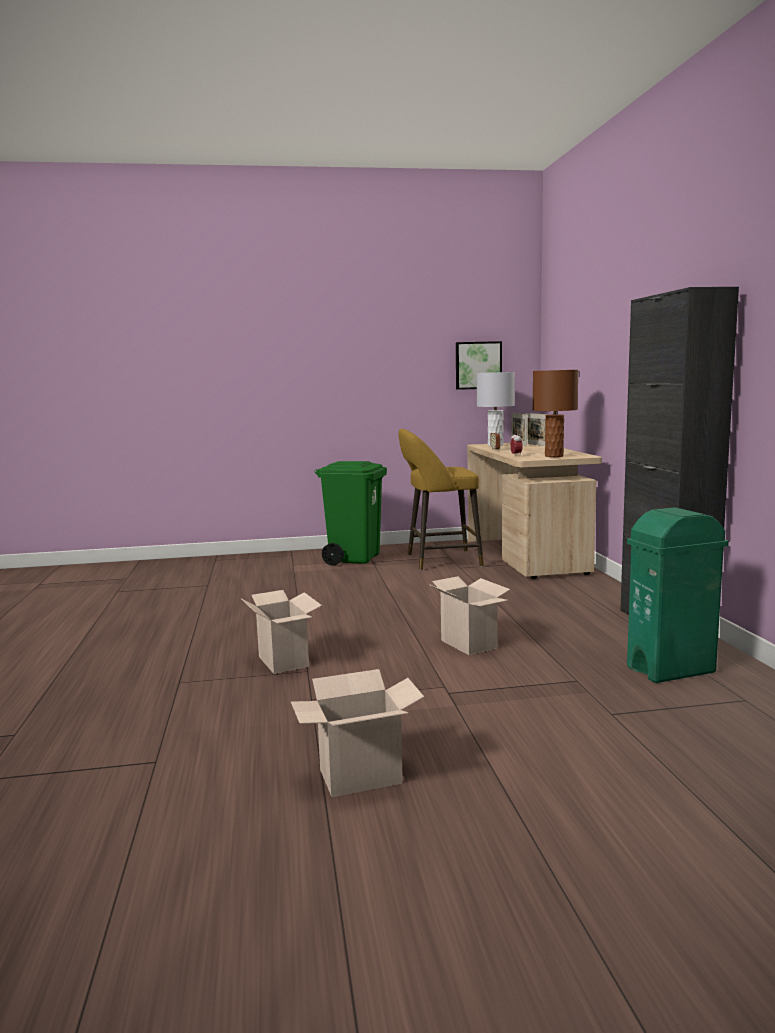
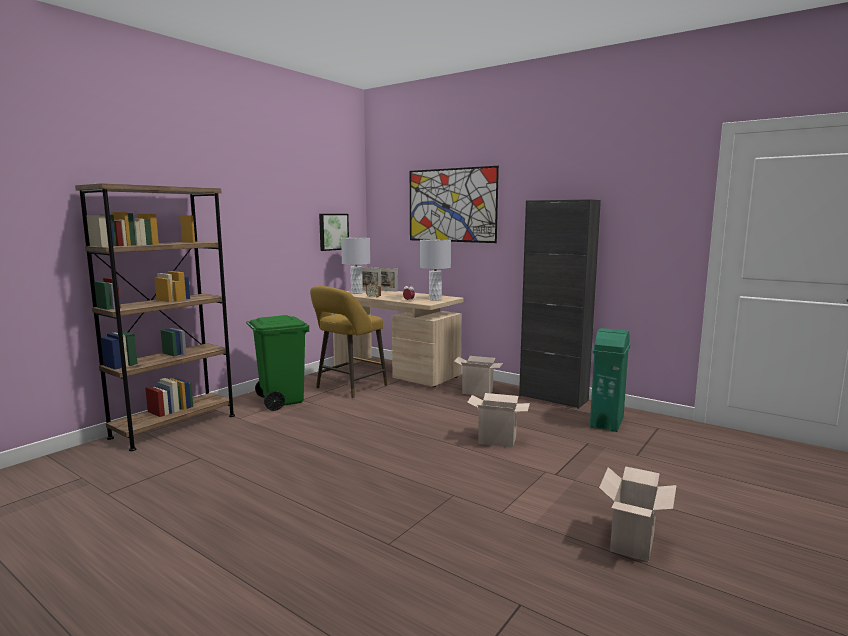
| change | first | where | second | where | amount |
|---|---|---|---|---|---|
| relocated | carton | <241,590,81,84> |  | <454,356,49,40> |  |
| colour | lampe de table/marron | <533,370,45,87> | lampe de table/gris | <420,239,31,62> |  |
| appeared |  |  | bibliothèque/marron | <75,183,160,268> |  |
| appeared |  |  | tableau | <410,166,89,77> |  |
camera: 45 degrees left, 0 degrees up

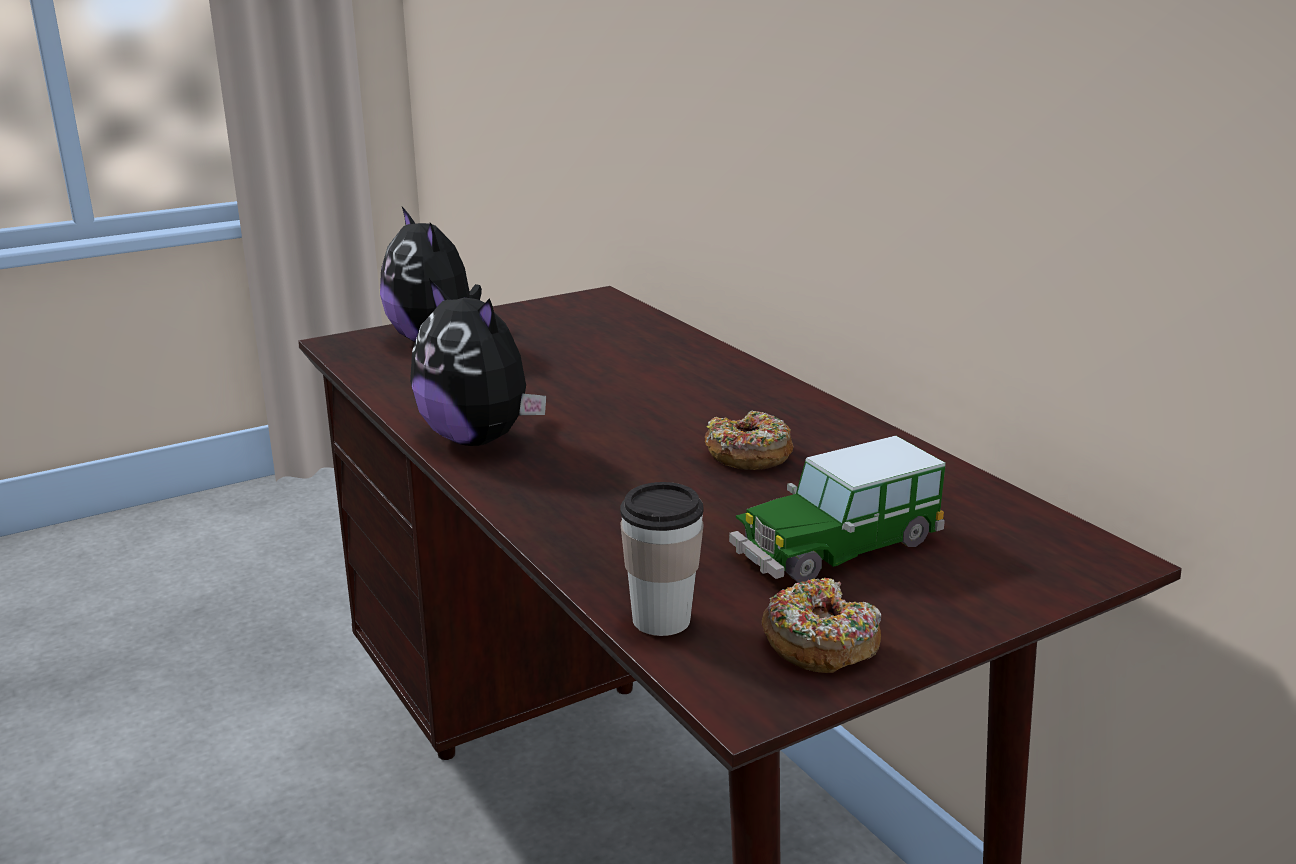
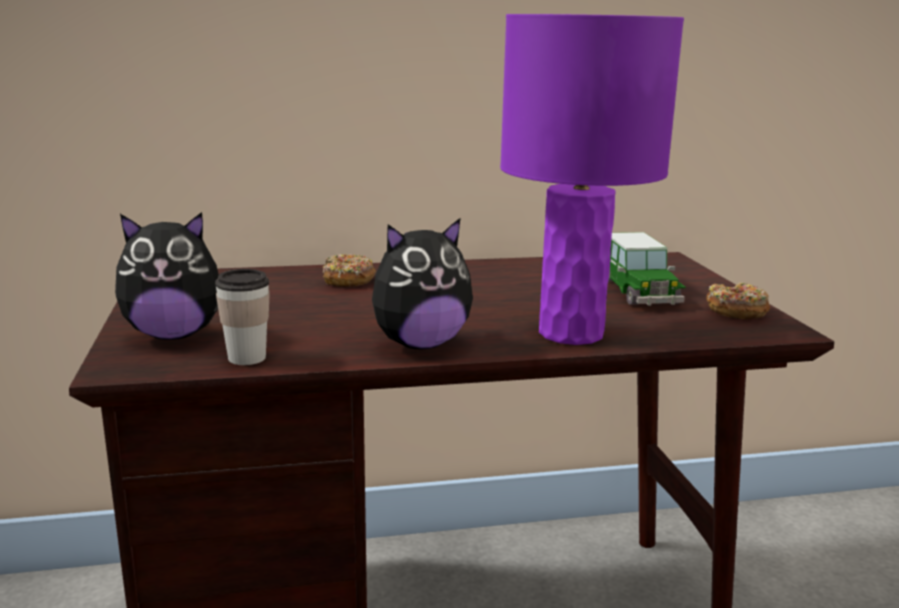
| change | first | where | second | where | amount |
|---|---|---|---|---|---|
| relocated | tasse | <620,482,84,154> |  | <215,269,55,96> |  |
| relocated | beignet | <705,411,89,59> |  | <323,254,53,33> |  |
| appeared |  |  | lampe de table/violet | <500,14,184,331> |  |
camera: 70 degrees left, 5 degrees down

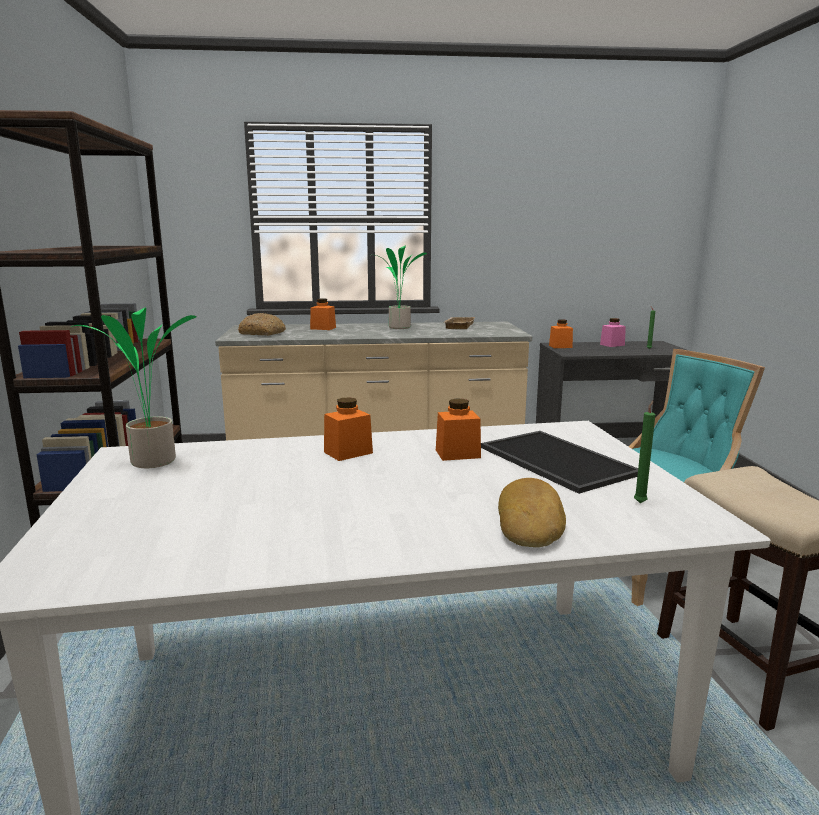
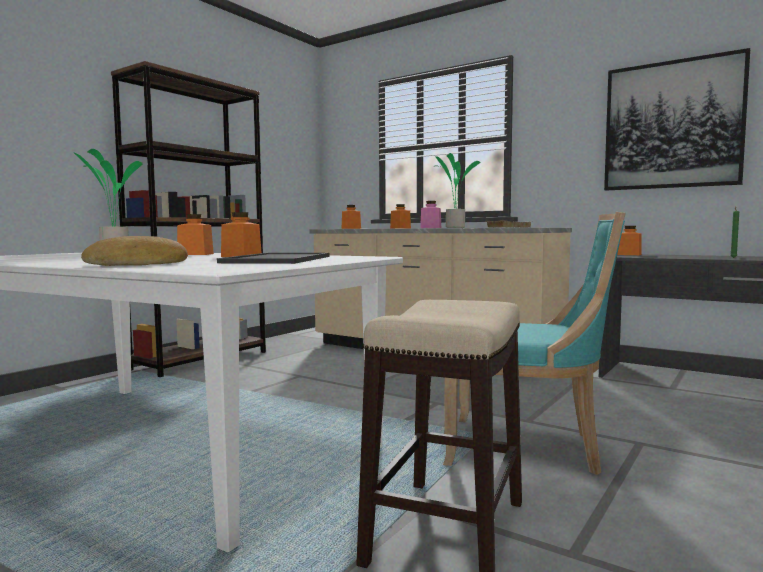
| change | first | where | second | where | amount |
|---|---|---|---|---|---|
| exchanged | pain | <238,313,48,23> | bocal/orange | <342,205,19,24> |  |
| relocated | bocal/rose | <600,318,26,29> |  | <420,201,21,27> |  |
| missing | bougie/vert | <634,401,21,102> |  |  |  |
| appeared |  |  | tableau | <604,48,146,143> |  |
camera: 40 degrees right, 10 degrees down

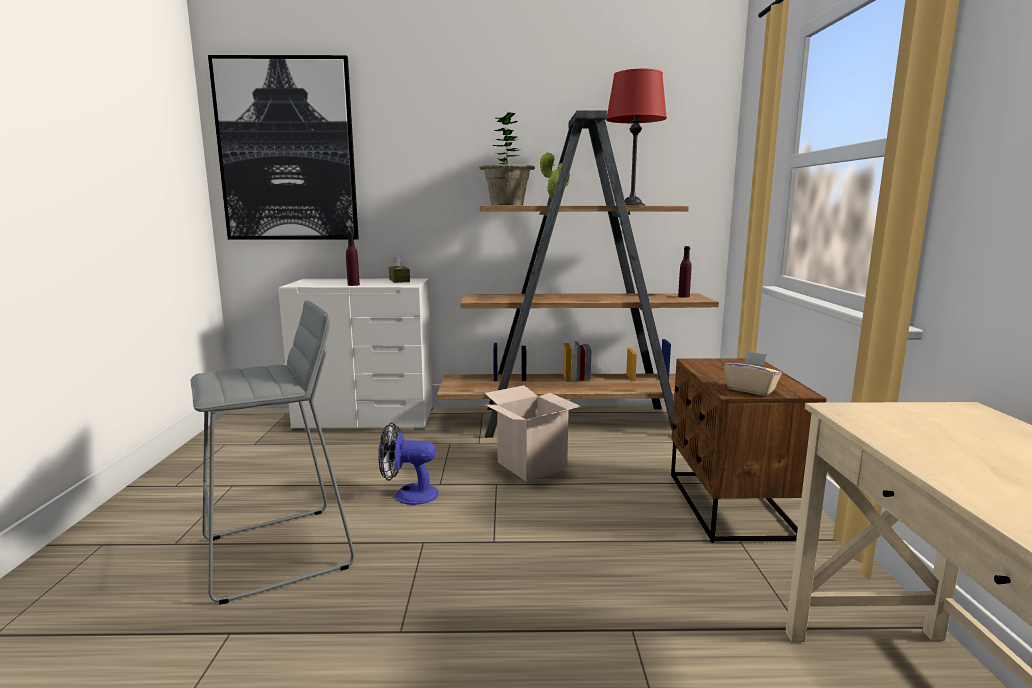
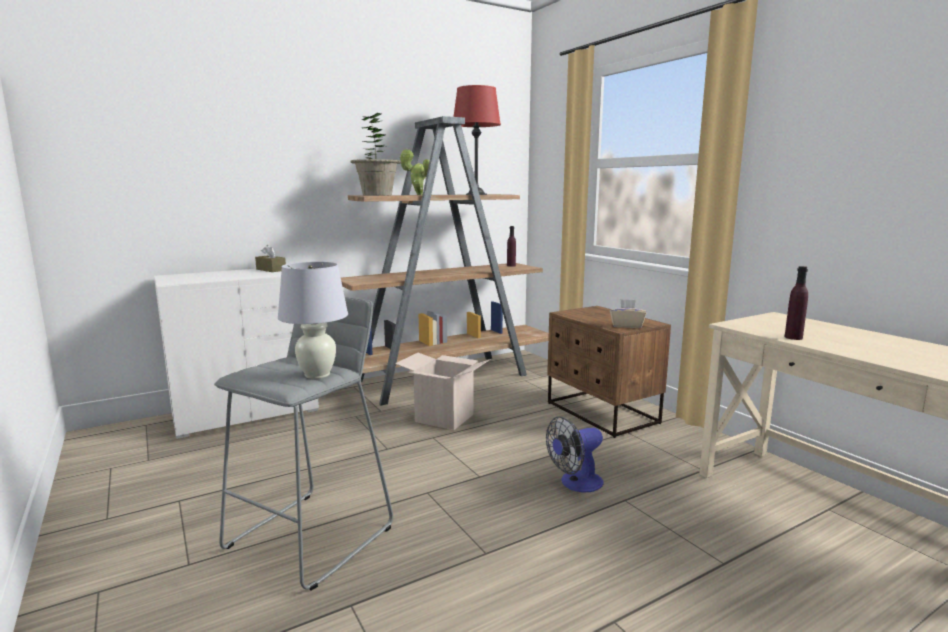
| change | first | where | second | where | amount |
|---|---|---|---|---|---|
| missing | tableau | <208,55,151,185> |  |  |  |
| relocated | bouteille/violet | <346,233,14,53> |  | <785,266,23,74> |  |
| relocated | ventilateur | <378,422,61,83> |  | <546,416,58,76> |  |
| appeared |  |  | lampe de table/blanc | <278,262,70,117> |  |
camera: 30 degrees left, 0 degrees up

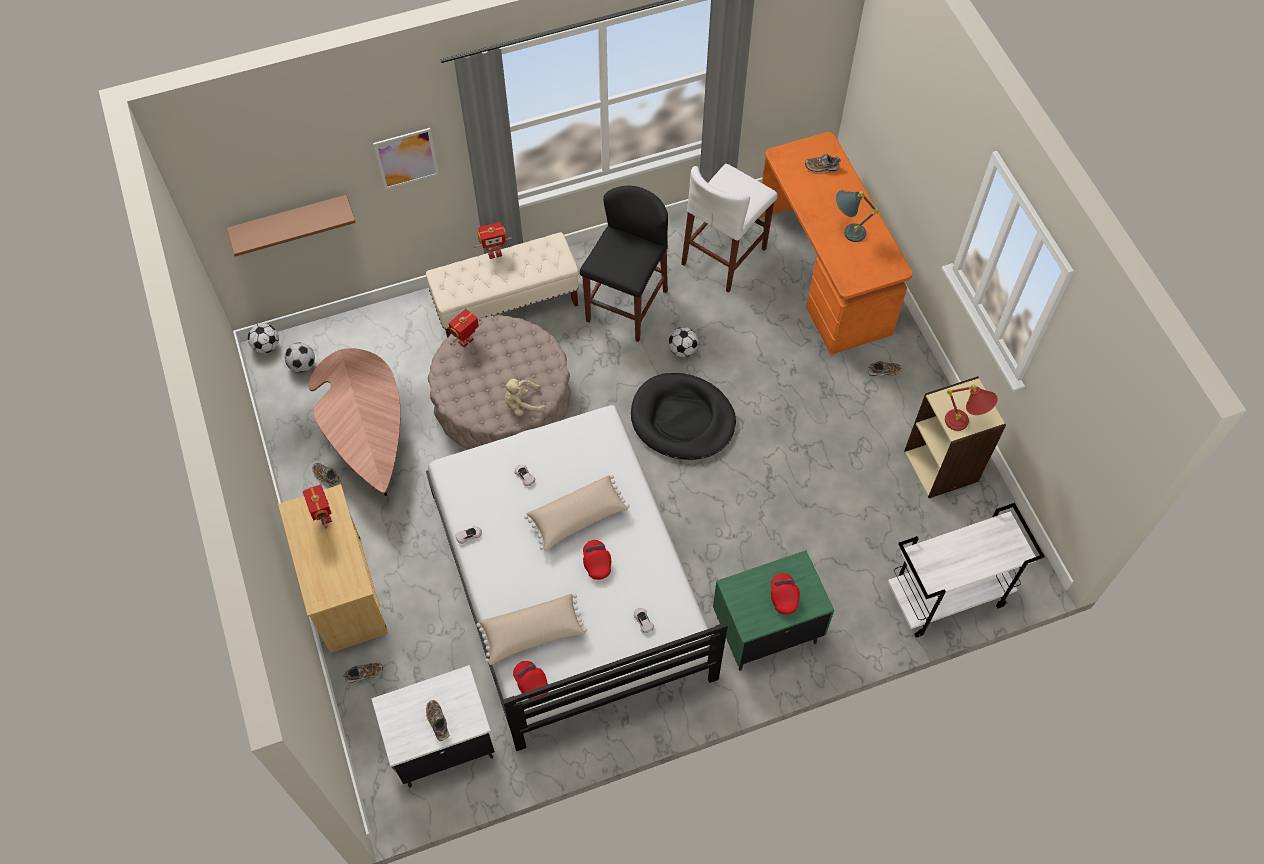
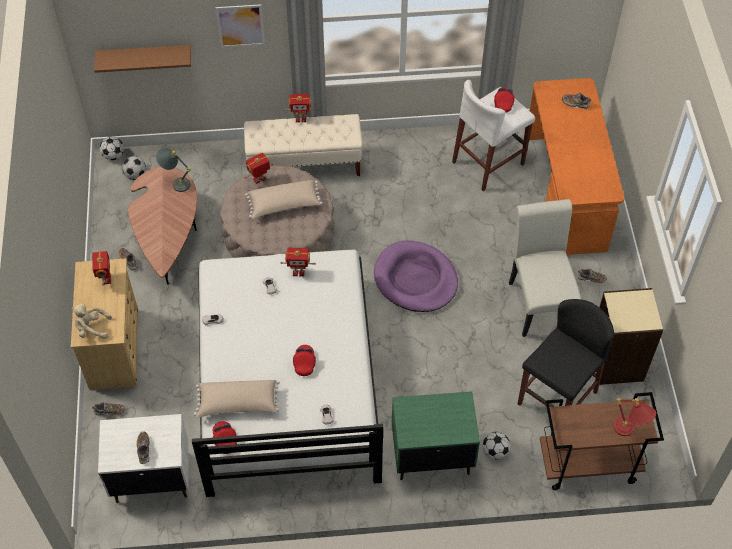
| change | first | where | second | where | amount |
|---|---|---|---|---|---|
| relocated | peluche/beige | <503,379,42,38> |  | <71,304,41,35> |  |
| relocated | coussin/beige | <524,475,106,76> |  | <245,180,78,39> |  |
| relocated | tabouret/noir | <580,186,88,156> |  | <518,299,96,108> |  |
| colour | panier pour chien/noir | <631,373,105,87> | panier pour chien/violet | <374,240,84,72> |  |
| relocated | ballon de foot | <668,327,30,30> |  | <482,432,28,28> |  |
| relocated | casquette/rouge | <771,573,29,42> |  | <494,87,21,26> |  |
| relocated | lampe de table/gris | <836,190,43,52> |  | <156,148,35,44> |  |
| colour | chariot/blanc | <888,503,157,135> | chariot/marron | <540,392,124,98> |  |
| relocated | lampe de table/rouge | <945,384,53,47> |  | <613,398,43,38> |  |
| appeared |  |  | robot jouet | <281,248,35,29> |  |
| appeared |  |  | chaise/blanc | <509,199,72,138> |  |
camera: 15 degrees right, 5 degrees down

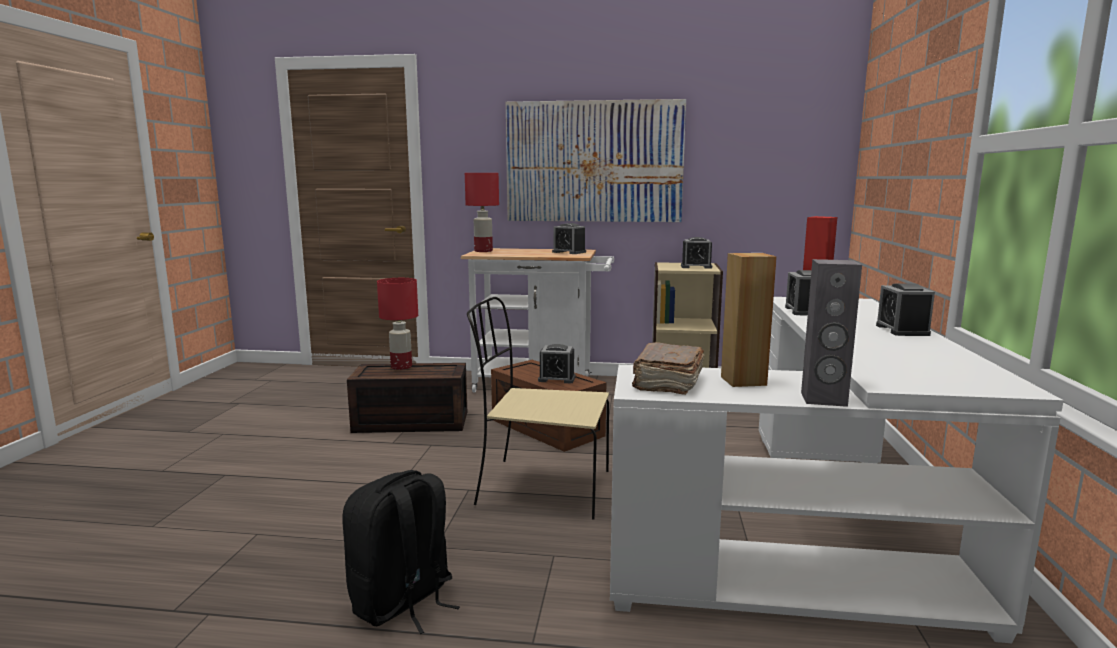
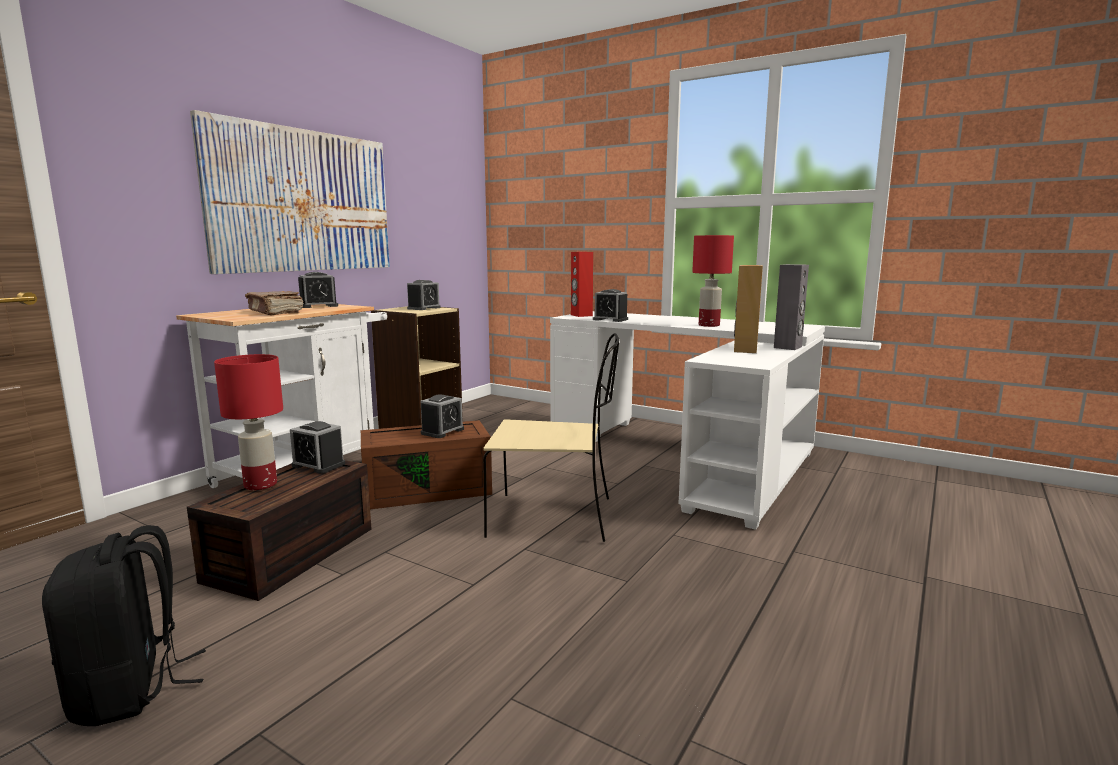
| change | first | where | second | where | amount |
|---|---|---|---|---|---|
| relocated | sac à dos/noir | <343,470,117,164> |  | <42,525,164,201> |  |
| relocated | lampe de table/rouge | <465,173,34,79> |  | <692,235,42,92> |  |
| spun | chaise/beige | <467,297,142,223> |  | <483,333,136,209> | 120 degrees counterclockwise |
| relocated | livre/marron | <632,342,72,53> |  | <245,291,59,24> |  |
| relocated | réveil | <876,283,59,53> |  | <290,421,55,53> |  |
camera: 65 degrees left, 0 degrees up

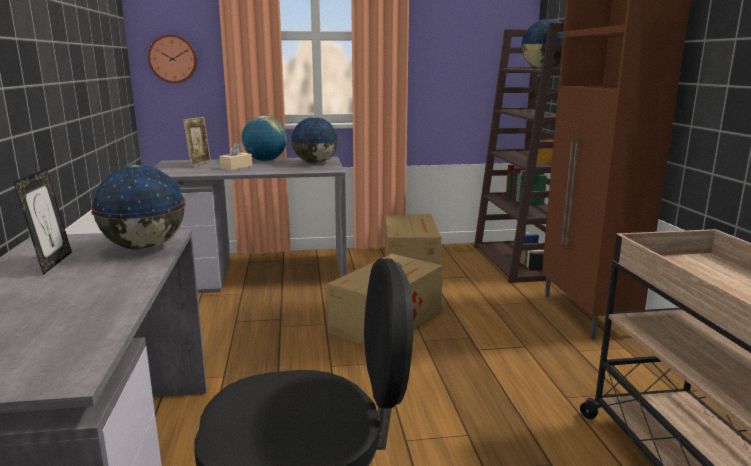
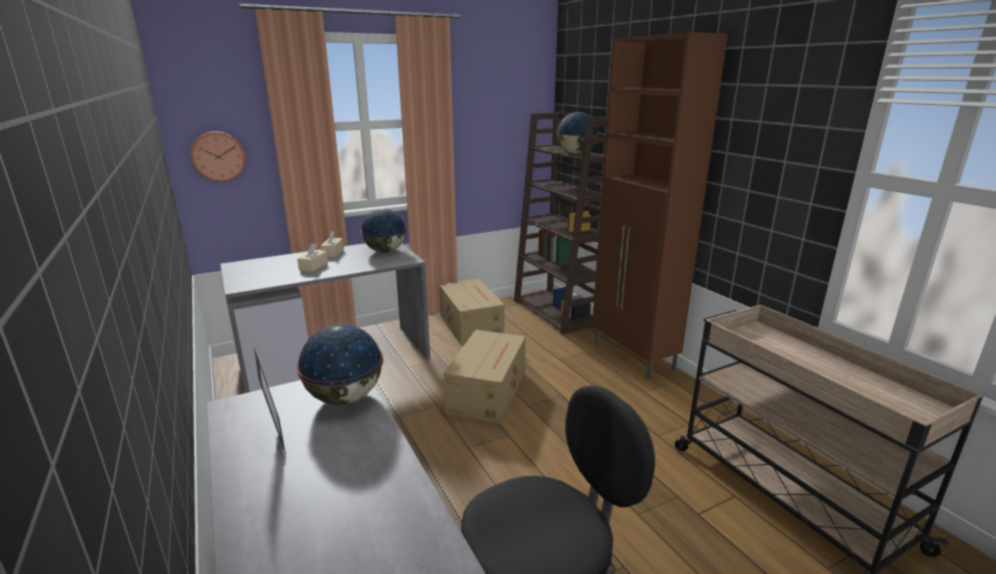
| change | first | where | second | where | amount |
|---|---|---|---|---|---|
| missing | cadre photo | <183,117,28,50> |  |  |  |
| exchanged | globe | <241,116,46,45> | boîte à mouchoirs/beige | <320,231,24,26> |  |
camera: 20 degrees left, 5 degrees up

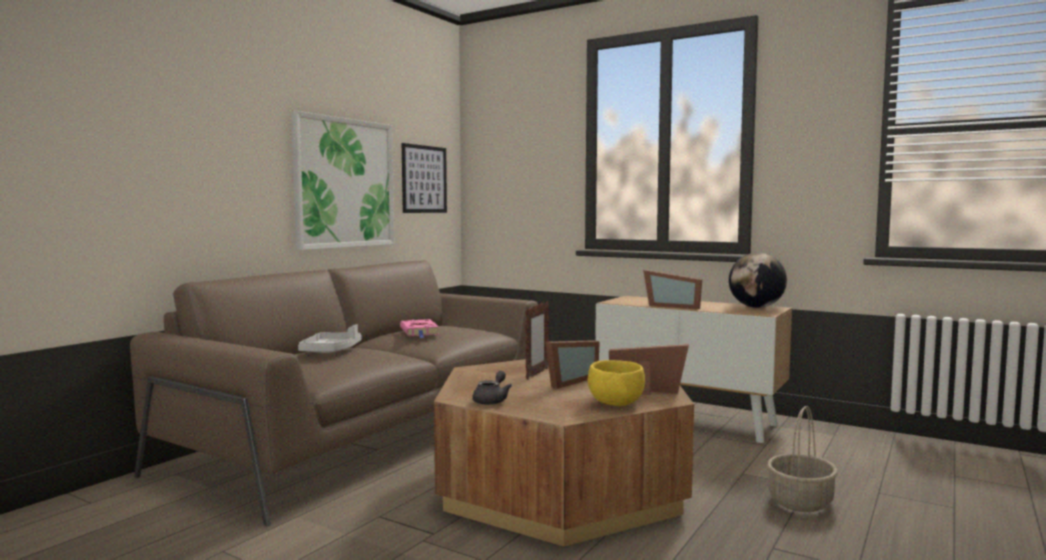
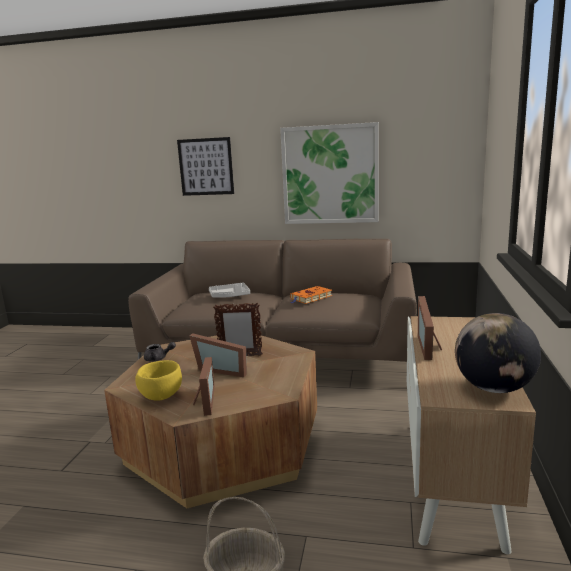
| change | first | where | second | where | amount |
|---|---|---|---|---|---|
| colour | livre/rose | <400,319,39,19> | livre/orange | <290,286,43,18> |  |
| relocated | tableau | <402,143,45,70> |  | <177,137,57,59> |  |
camera: 70 degrees right, 10 degrees up

